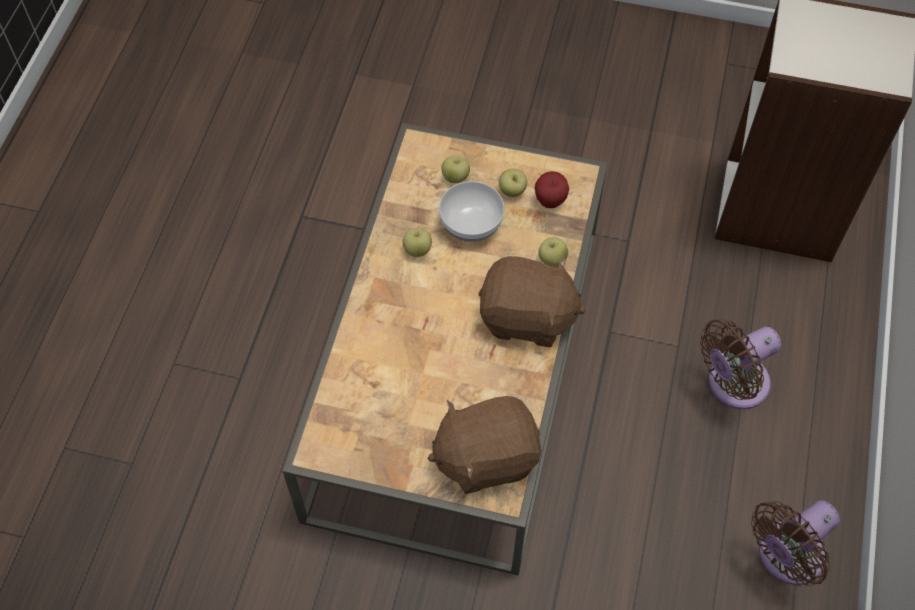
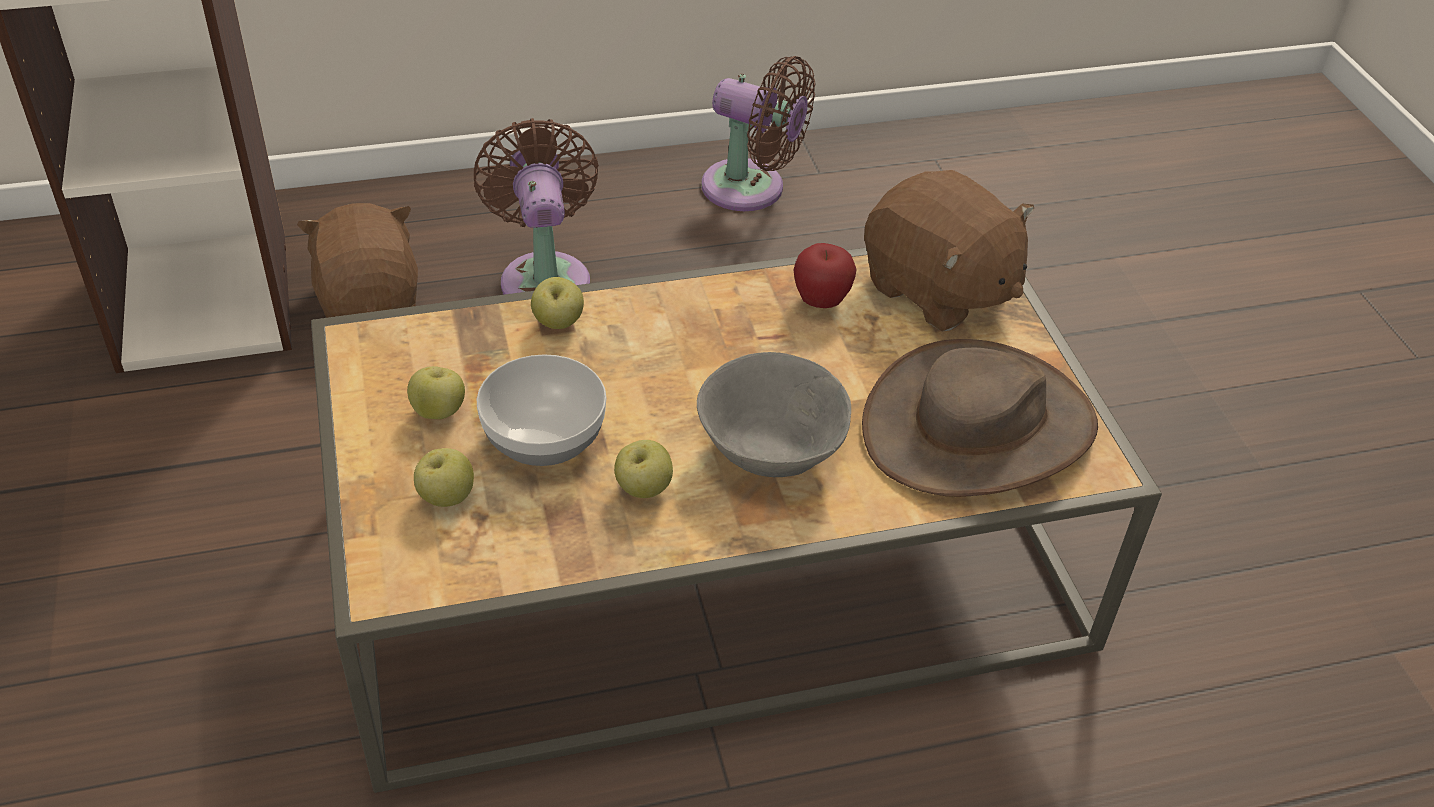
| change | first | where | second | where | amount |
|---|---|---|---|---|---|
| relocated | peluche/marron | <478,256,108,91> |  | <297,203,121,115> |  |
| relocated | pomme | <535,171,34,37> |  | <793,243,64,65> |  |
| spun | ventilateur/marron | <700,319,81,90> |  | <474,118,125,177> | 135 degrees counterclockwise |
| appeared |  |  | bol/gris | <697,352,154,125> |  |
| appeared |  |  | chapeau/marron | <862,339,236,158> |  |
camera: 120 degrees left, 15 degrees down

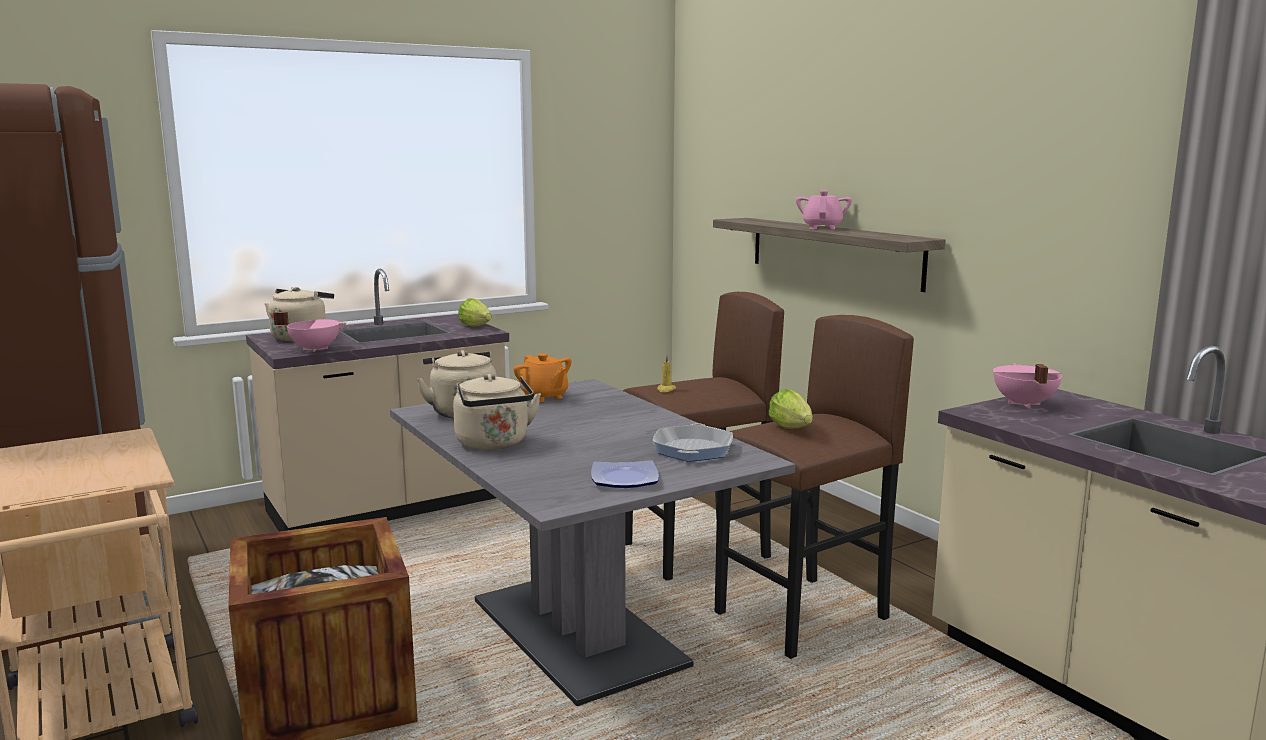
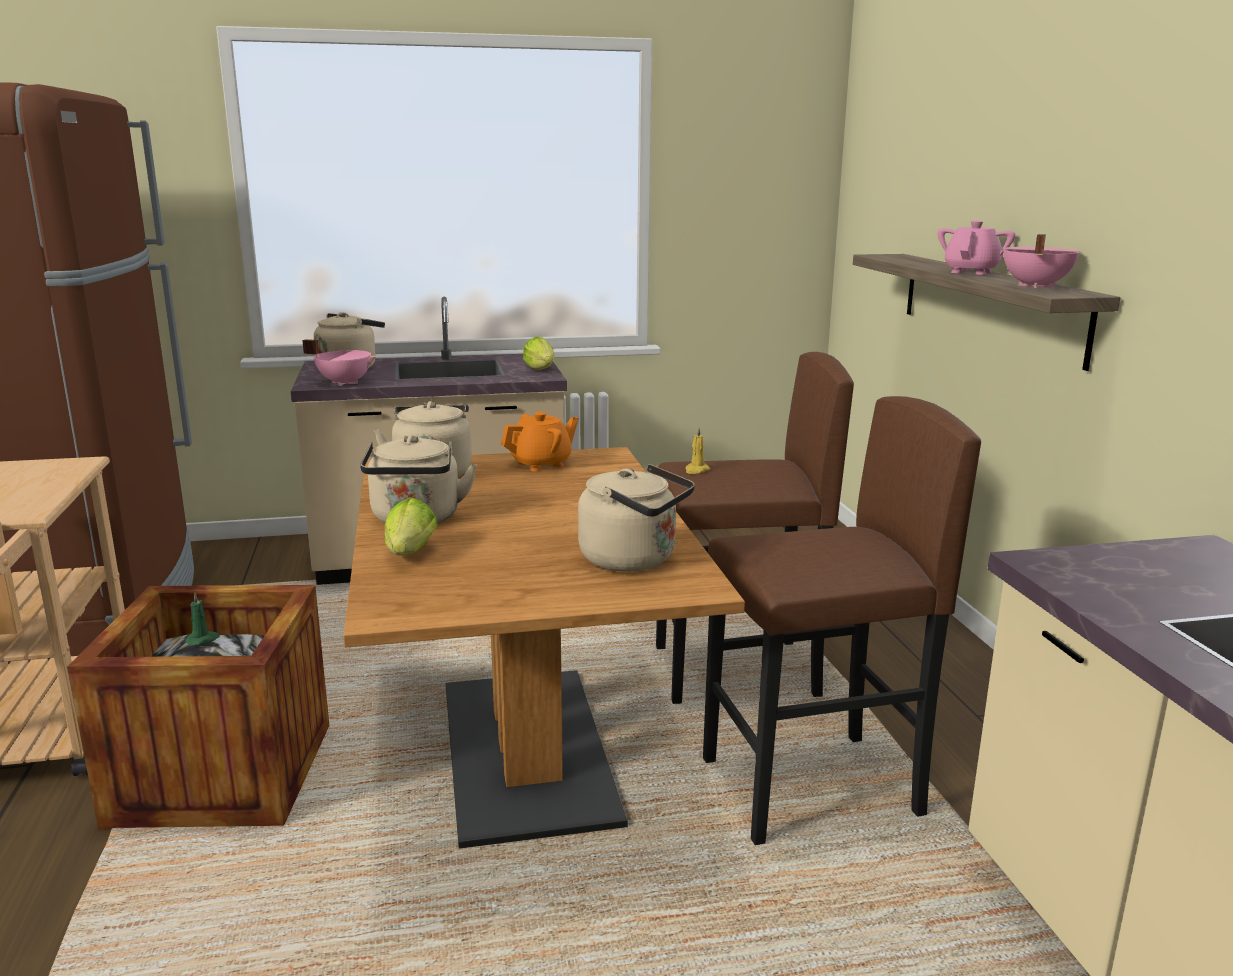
| change | first | where | second | where | amount |
|---|---|---|---|---|---|
| colour | table à manger/gris | <390,379,405,327> | table à manger/marron | <344,447,401,402> |  |
| spun | théière/orange | <514,353,58,49> |  | <501,412,78,59> | 105 degrees counterclockwise |
| missing | assiette | <591,460,68,28> |  |  |  |
| exchanged | poêle | <653,423,80,39> | bouilloire/beige | <578,464,117,108> |  |
| relocated | laitue | <769,389,44,40> |  | <385,497,53,59> |  |
| relocated | marmite/rose | <993,363,69,45> |  | <1003,234,77,54> |  |
| appeared |  |  | bougie/vert | <185,592,35,54> |  |
camera: 20 degrees right, 5 degrees up

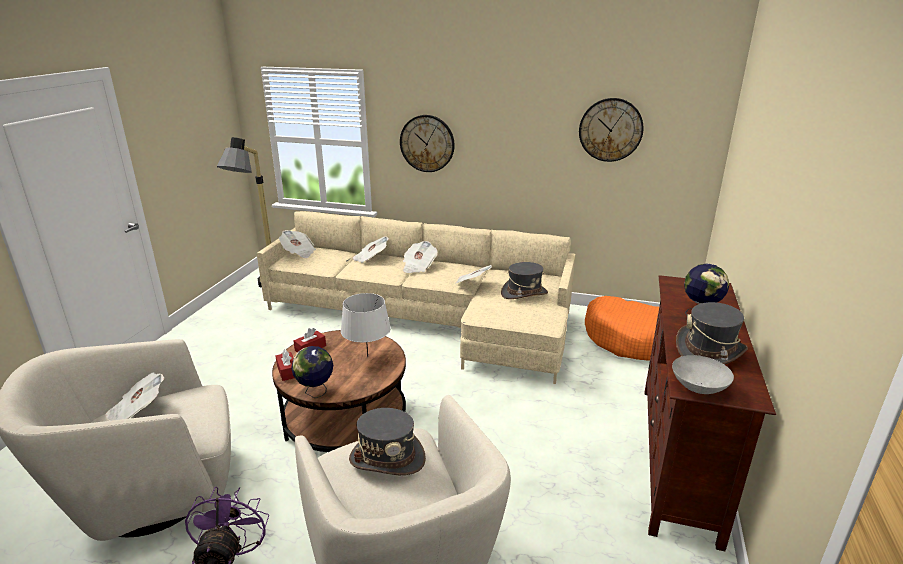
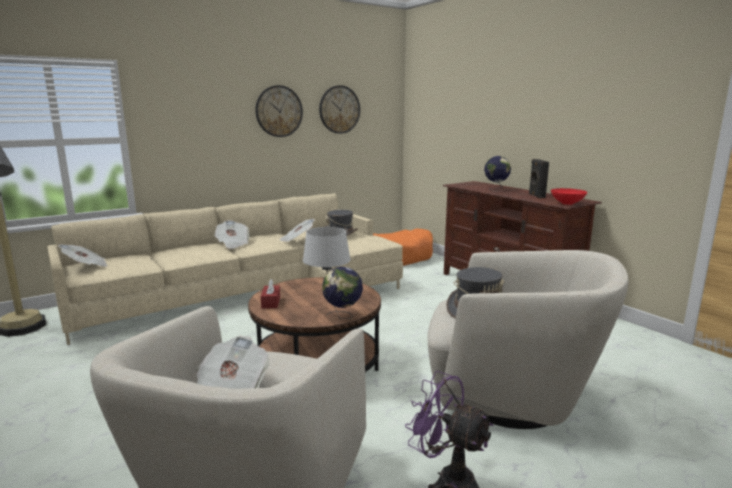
| change | first | where | second | where | amount |
|---|---|---|---|---|---|
| missing | boîte à mouchoirs/rouge | <276,349,19,32> |  |  |  |
| missing | journal | <353,237,36,26> |  |  |  |
| relocated | horloge murale | <400,115,55,57> |  | <255,85,48,52> |  |
| colour | bol/gris | <672,355,62,39> | bol/rouge | <551,188,36,17> |  |
| exchanged | chapeau/gris | <676,302,72,63> | enceinte/noir | <529,159,20,39> |  |
camera: 50 degrees left, 10 degrees down

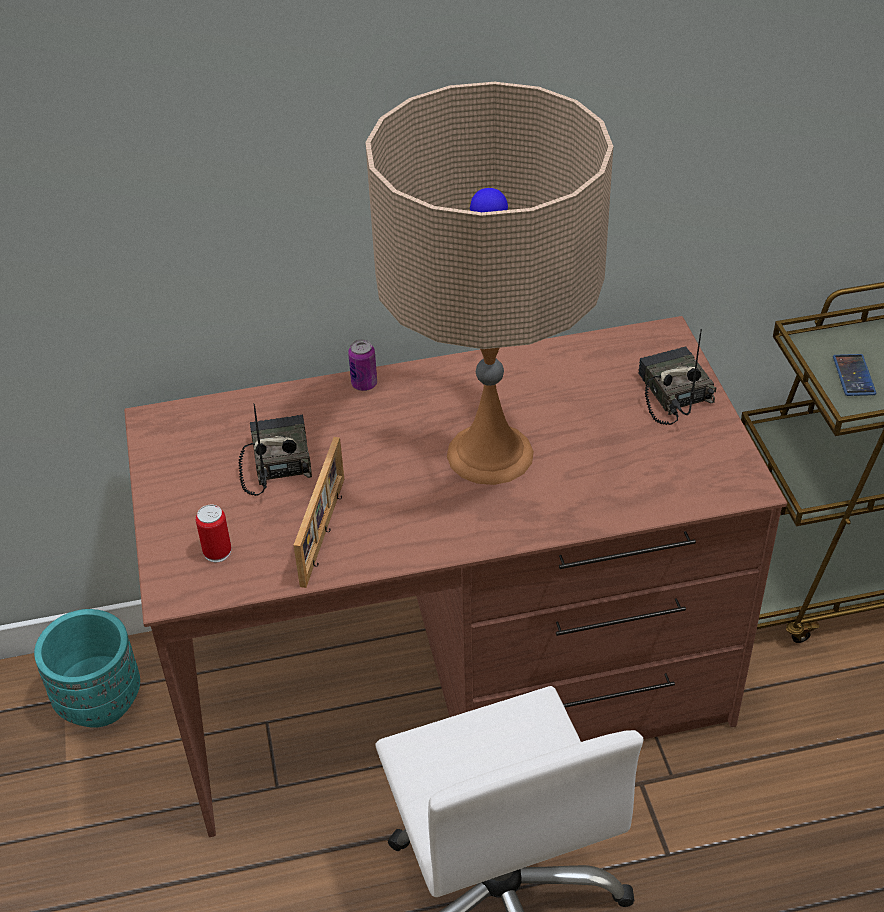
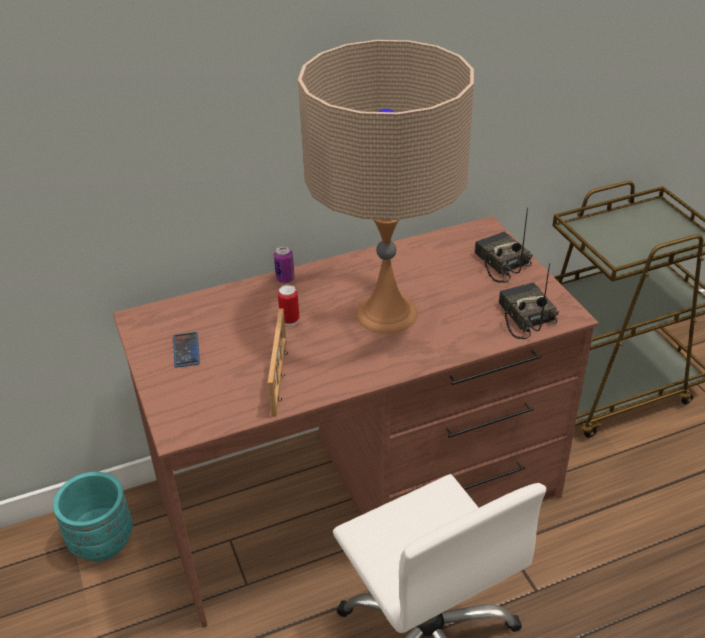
| change | first | where | second | where | amount |
|---|---|---|---|---|---|
| relocated | boîte métallique | <196,505,36,57> |  | <278,285,21,41> |  |
| relocated | radio | <238,403,74,93> |  | <499,263,60,76> |  |
| relocated | téléphone | <833,354,43,42> |  | <173,332,27,36> |  |
camera: 10 degrees left, 5 degrees down

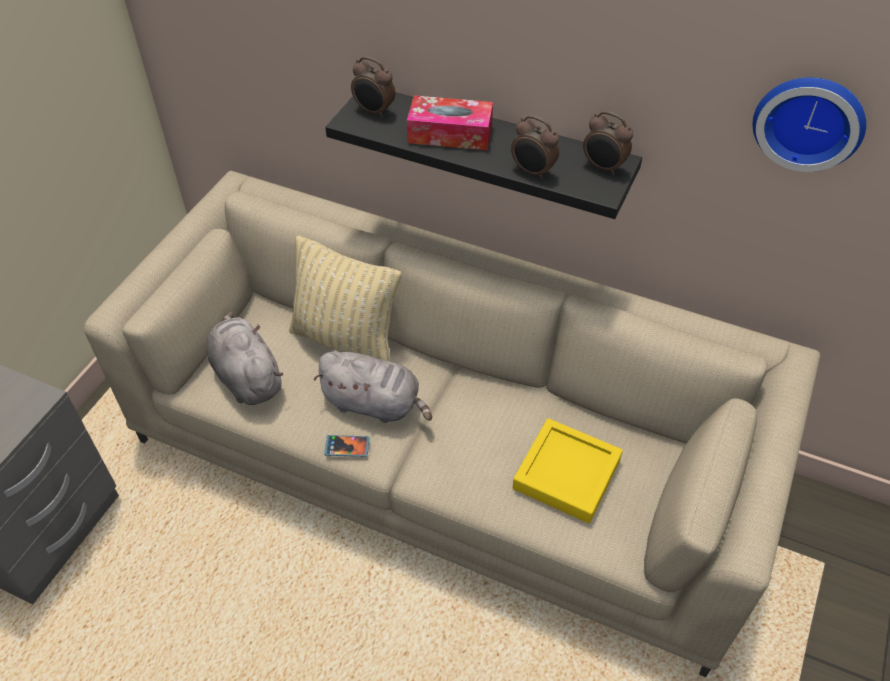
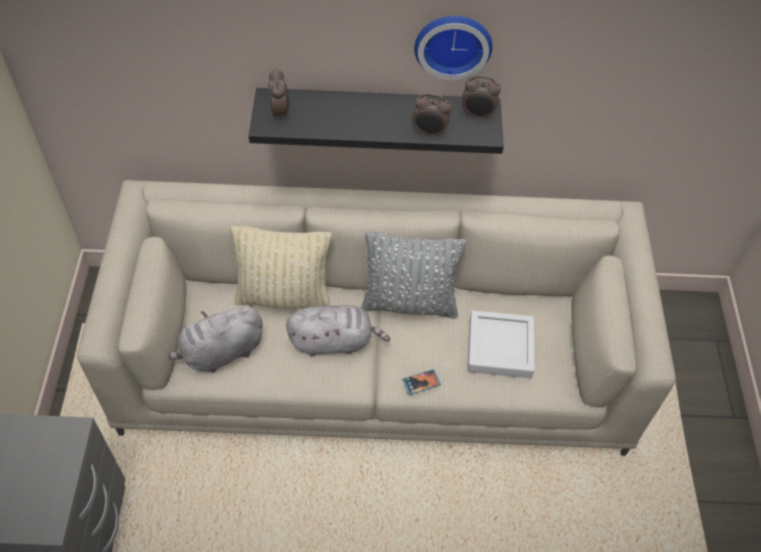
| change | first | where | second | where | amount |
|---|---|---|---|---|---|
| spun | peluche/gris | <207,311,76,94> |  | <169,304,94,69> | 60 degrees counterclockwise |
| relocated | téléphone | <324,435,46,22> |  | <402,369,39,26> |  |
| spun | réveil | <351,57,44,61> |  | <268,68,20,51> | 105 degrees counterclockwise |
| missing | boîte à mouchoirs | <407,95,86,55> |  |  |  |
| colour | plateau/jaune | <513,418,110,105> | plateau/gris | <467,310,68,68> |  |
| relocated | horloge murale | <753,77,113,95> |  | <414,16,79,64> |  |
| appeared |  |  | coussin/gris | <361,231,105,87> |  |
camera: 25 degrees left, 5 degrees up

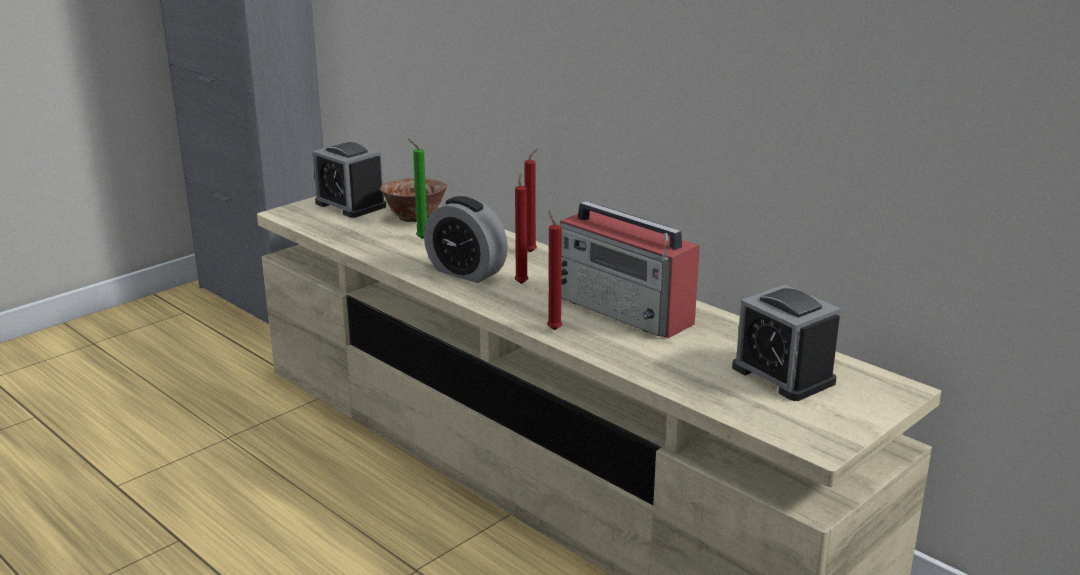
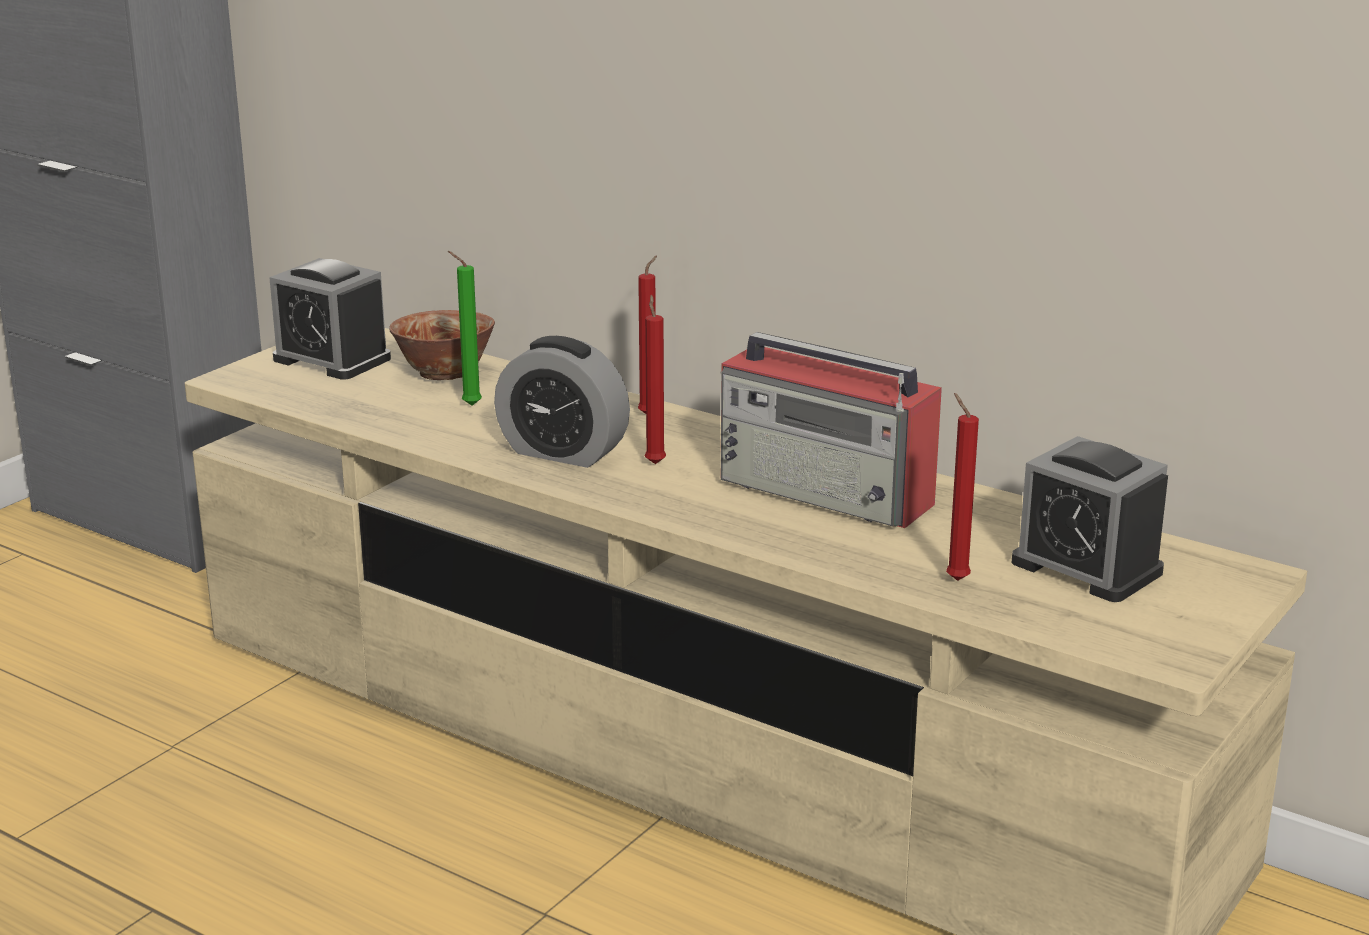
| change | first | where | second | where | amount |
|---|---|---|---|---|---|
| relocated | bougie/rouge | <547,211,15,119> |  | <946,393,33,188> |  |
camera: 10 degrees left, 0 degrees up

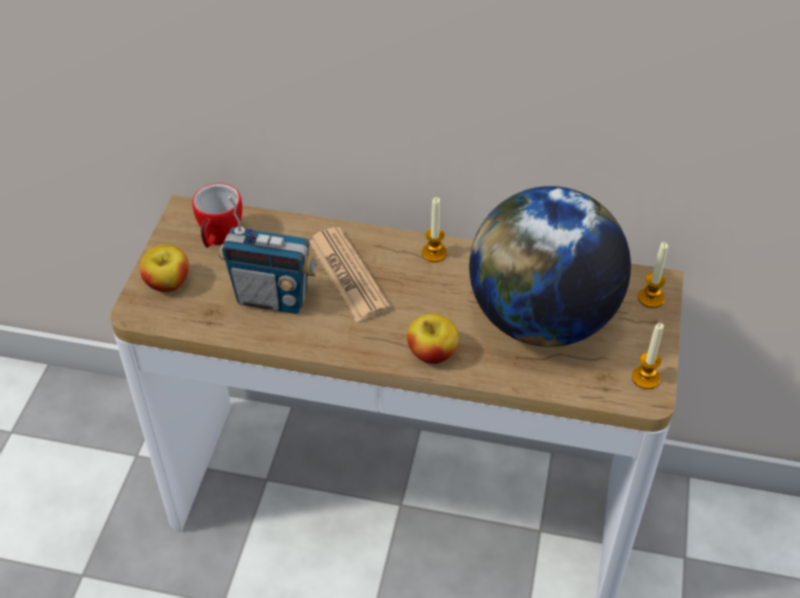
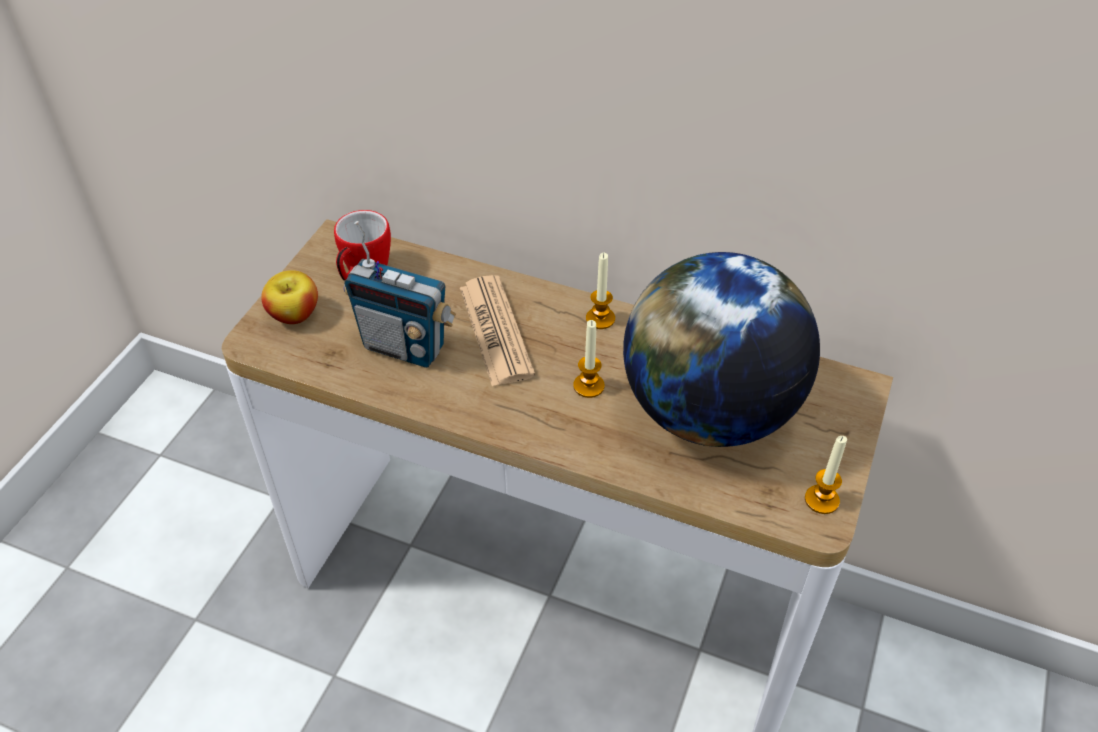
| change | first | where | second | where | amount |
|---|---|---|---|---|---|
| missing | pomme | <407,313,52,51> |  |  |  |
| relocated | bougie | <638,242,30,66> |  | <573,320,31,78> |  |
camera: 10 degrees right, 0 degrees up

